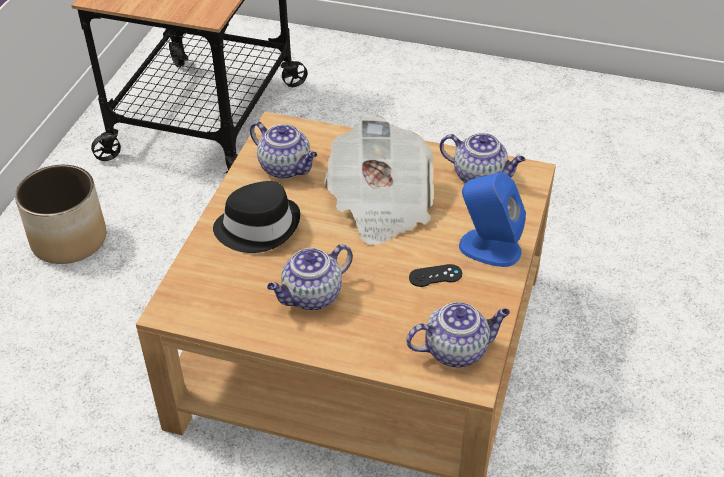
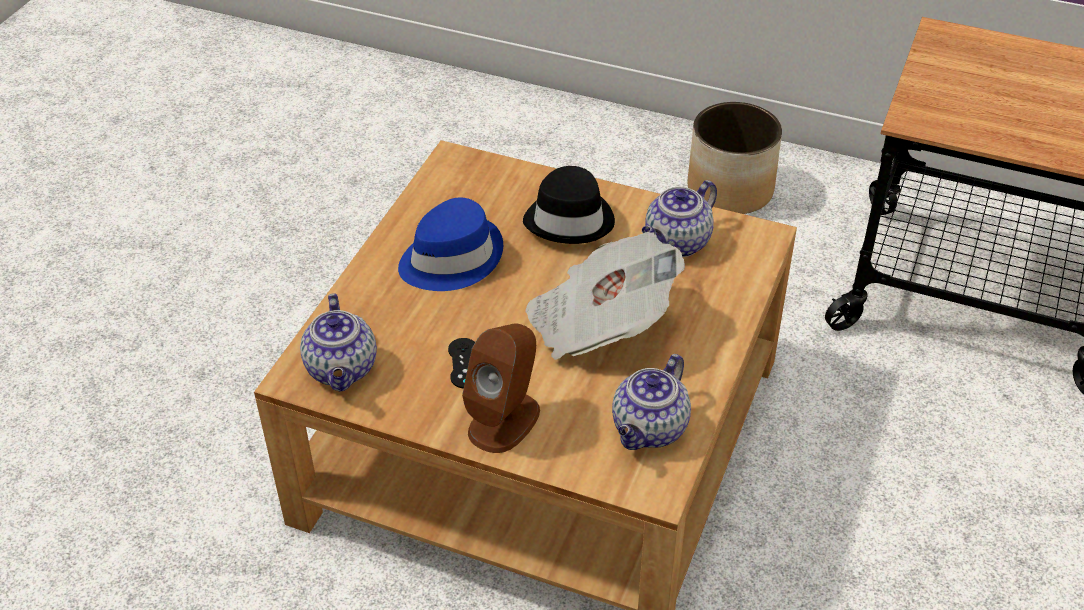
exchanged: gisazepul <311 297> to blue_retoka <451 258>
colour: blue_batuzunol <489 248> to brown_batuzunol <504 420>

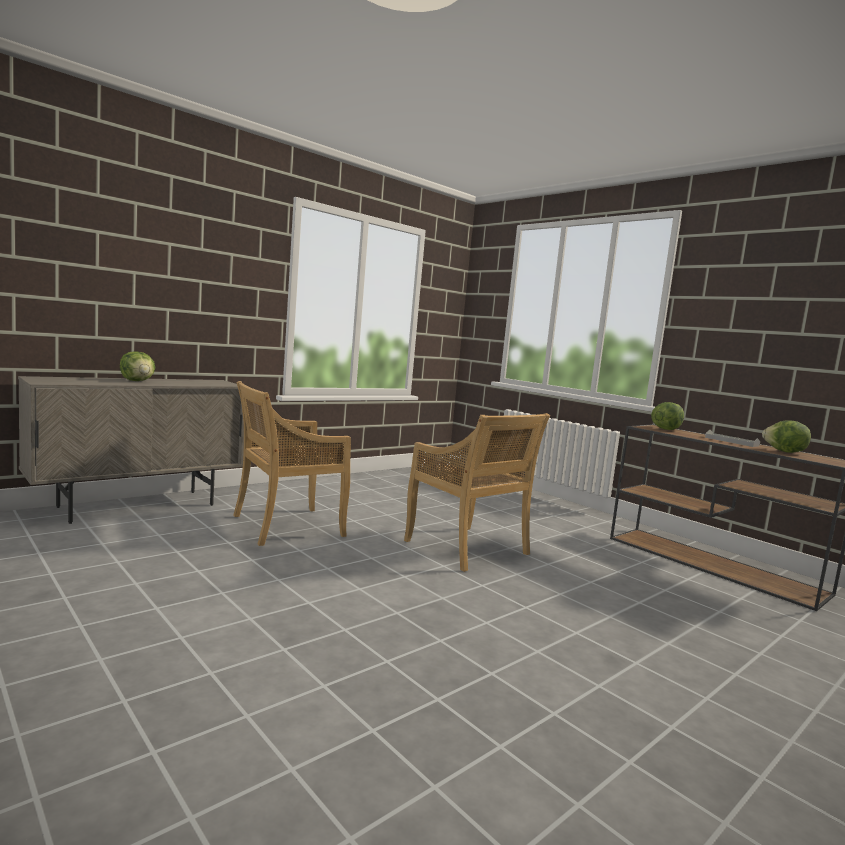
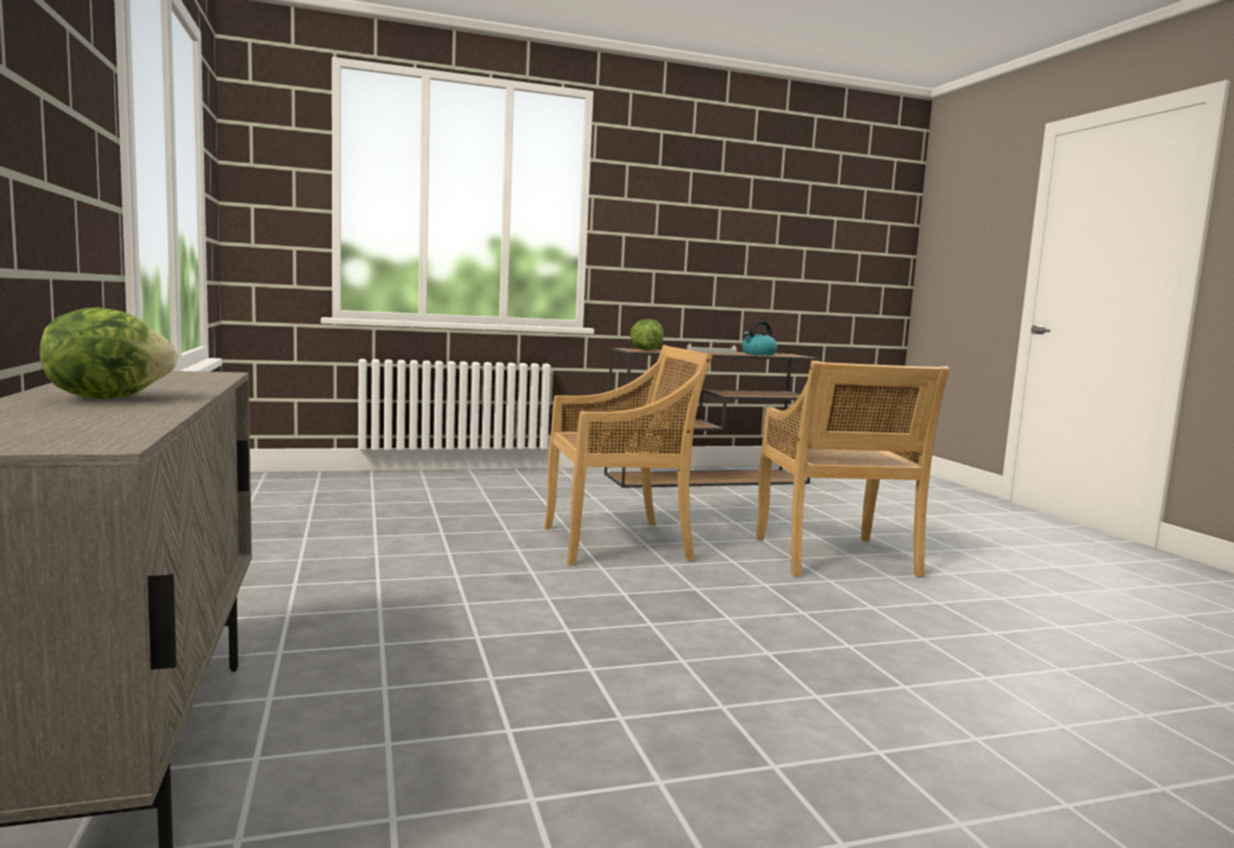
relocated: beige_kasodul <286 526> to <835 558>
exchanged: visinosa <785 452> to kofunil <758 354>

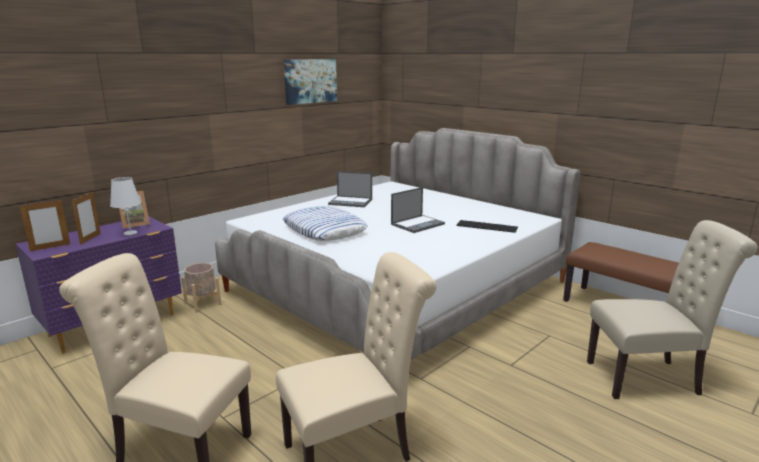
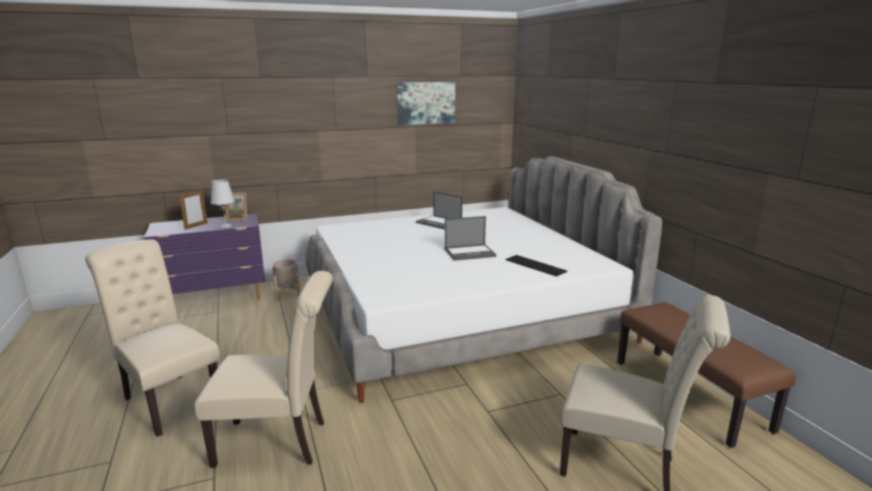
missing: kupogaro <50 247>; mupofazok <324 230>

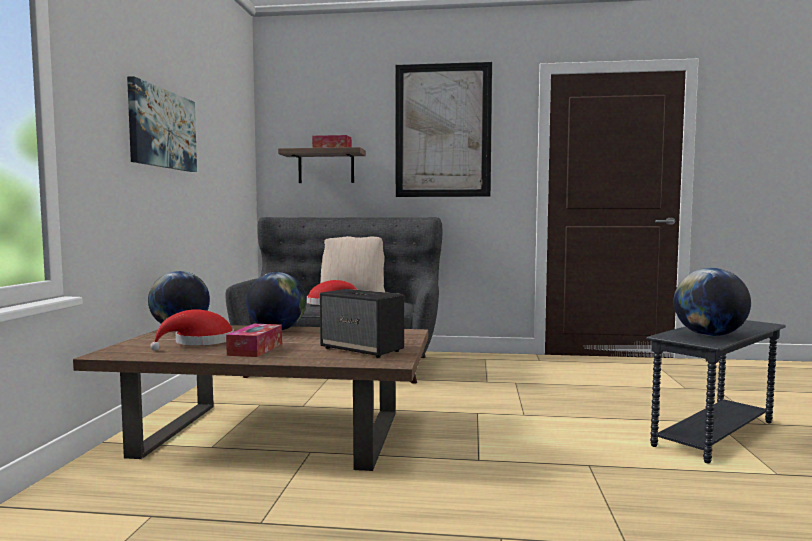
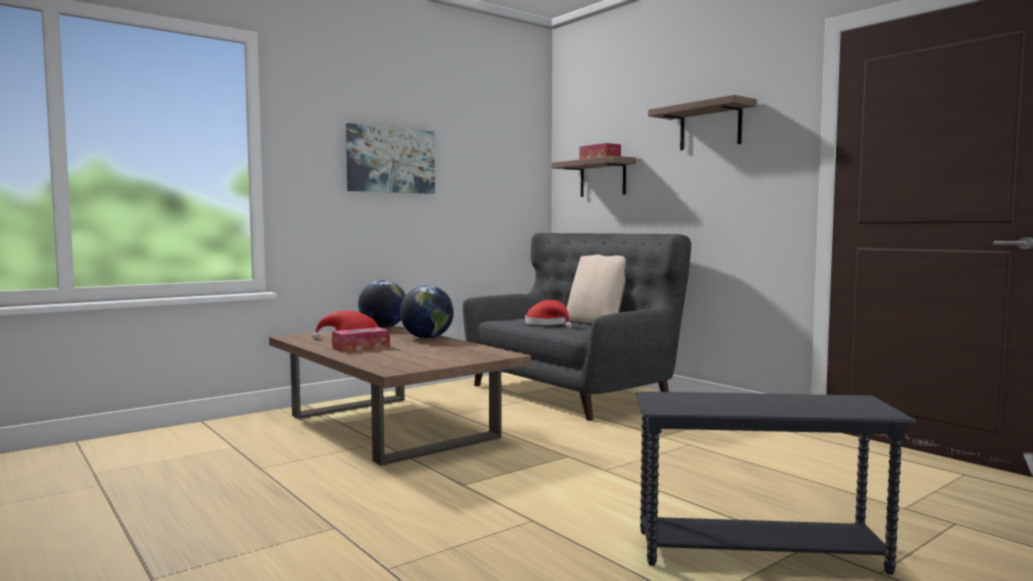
missing: batuzunol <362 349>; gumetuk <709 335>
exchanged: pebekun <443 130> to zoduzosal <710 126>

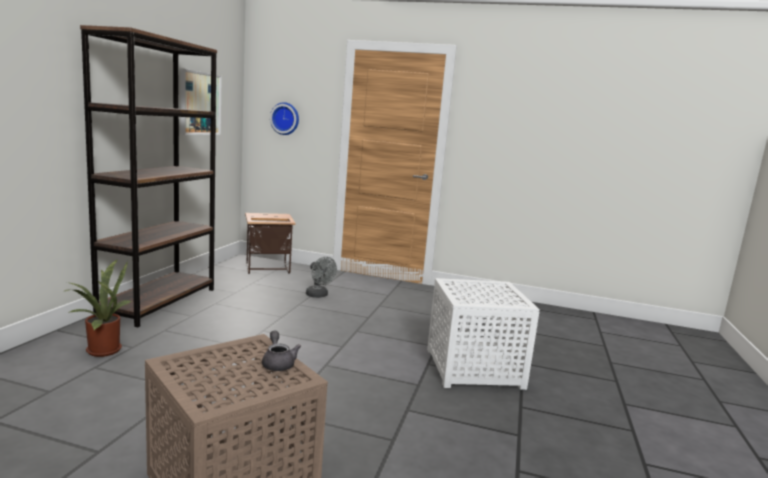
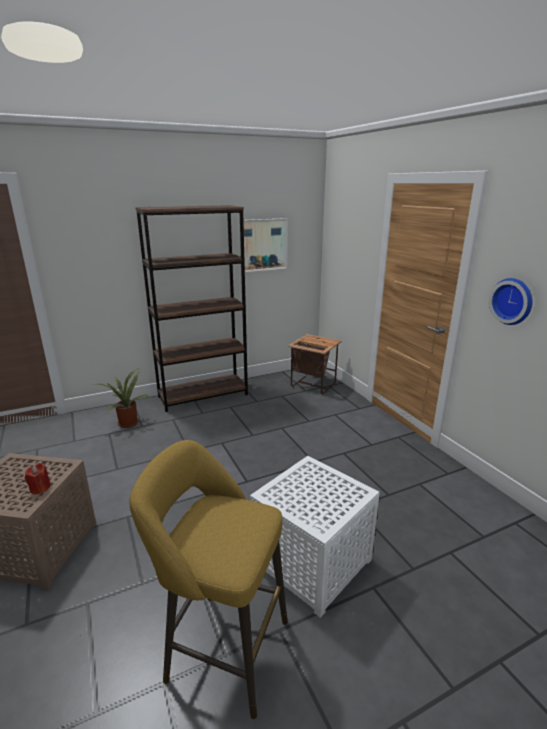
missing: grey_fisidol <319 295>
appeared: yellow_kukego <221 647>
relocated: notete <285 118> to <513 301>
exchanged: grey_gisazepul <278 363> to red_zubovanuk <40 488>

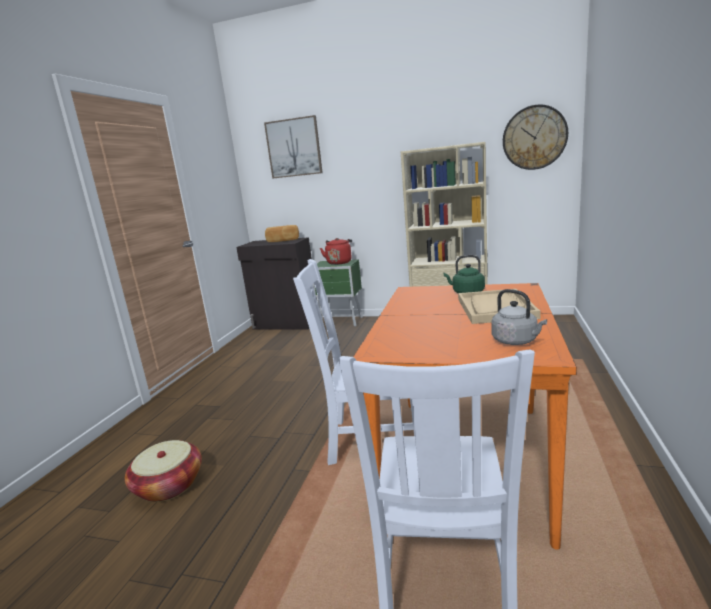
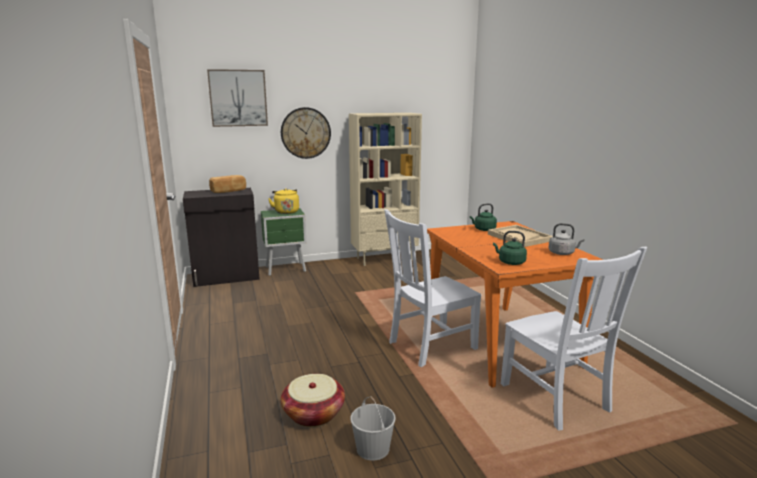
appeared: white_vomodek <372 448>; green_kofunil <510 262>
relocated: notete <534 138> to <305 133>
colour: red_kofunil <339 262> to yellow_kofunil <286 211>

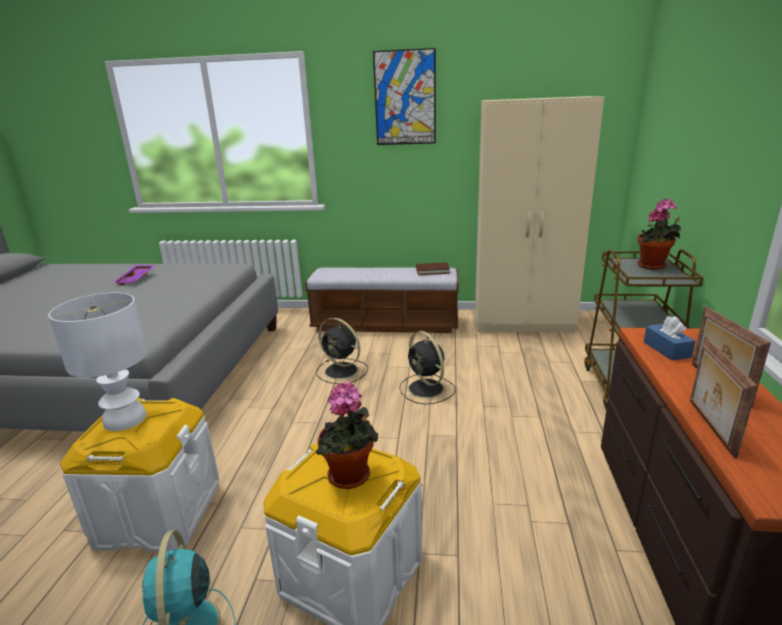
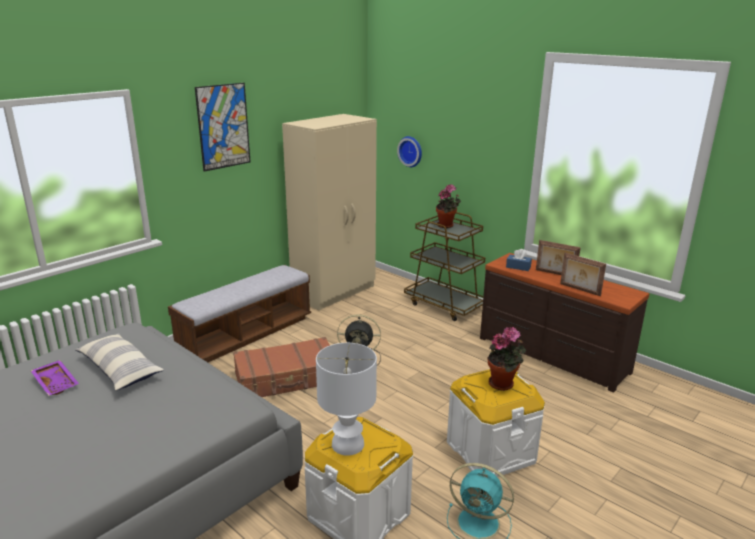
missing: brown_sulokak <432 271>
appeared: mupofazok <119 370>; notete <411 151>
exchanged: black_fisidol <342 371> to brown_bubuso <287 379>

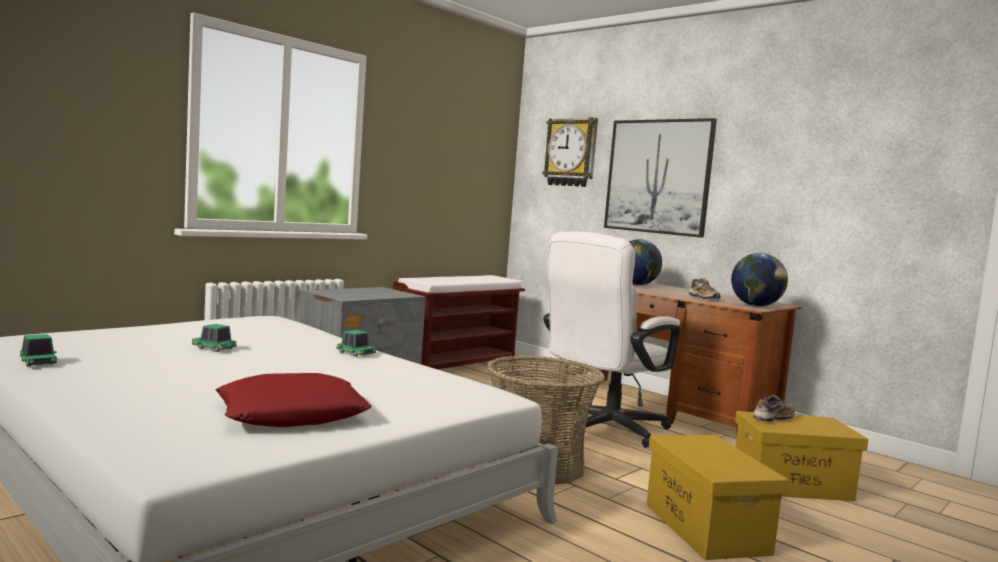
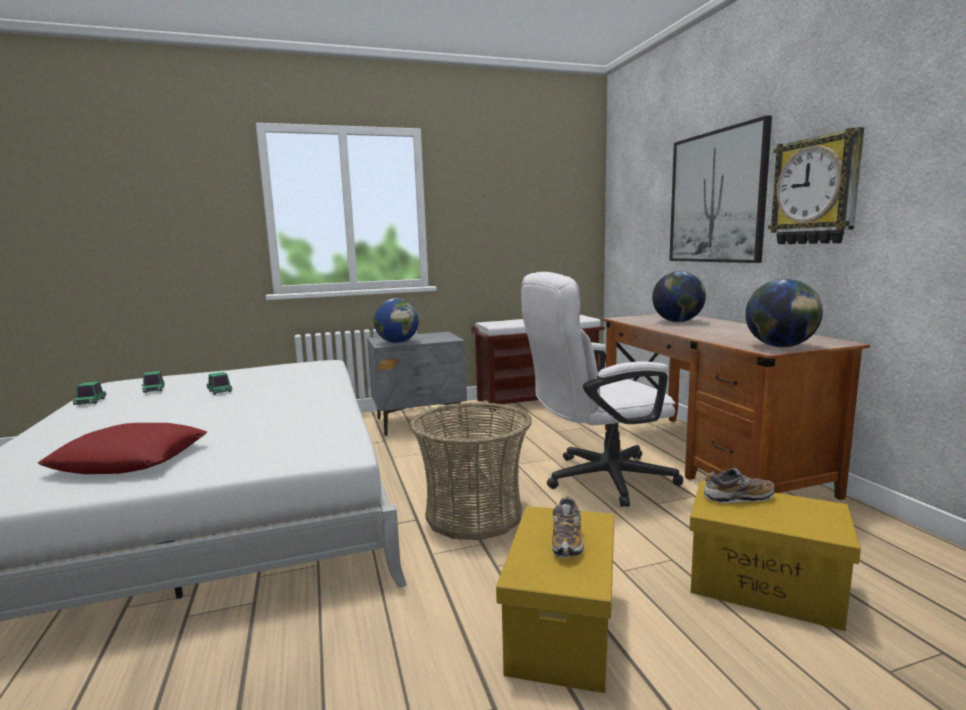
appeared: gumetuk <397 342>
relocated: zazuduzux <355 353> to <154 390>; notete <571 152> to <816 191>; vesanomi <703 298> to <567 542>

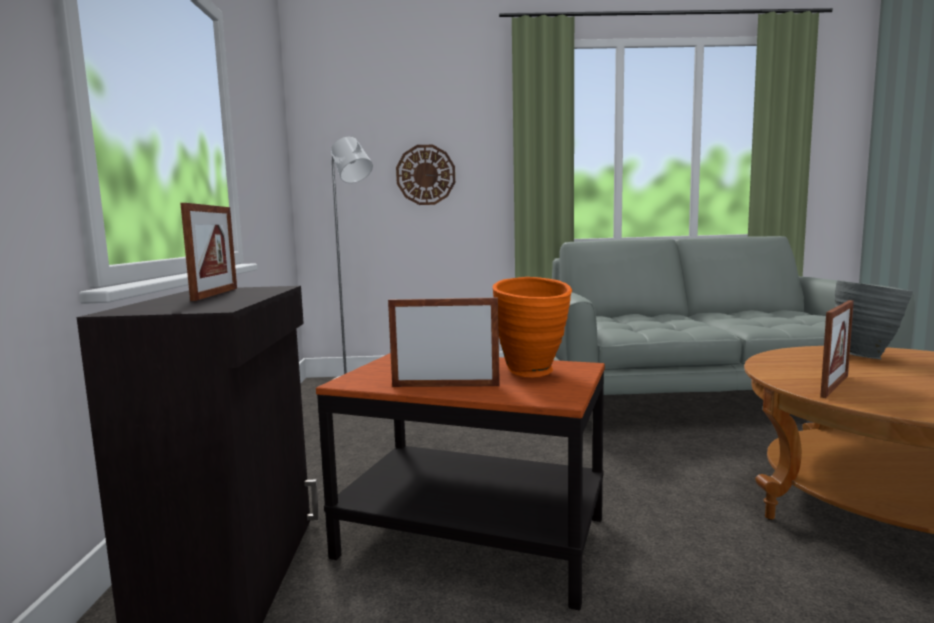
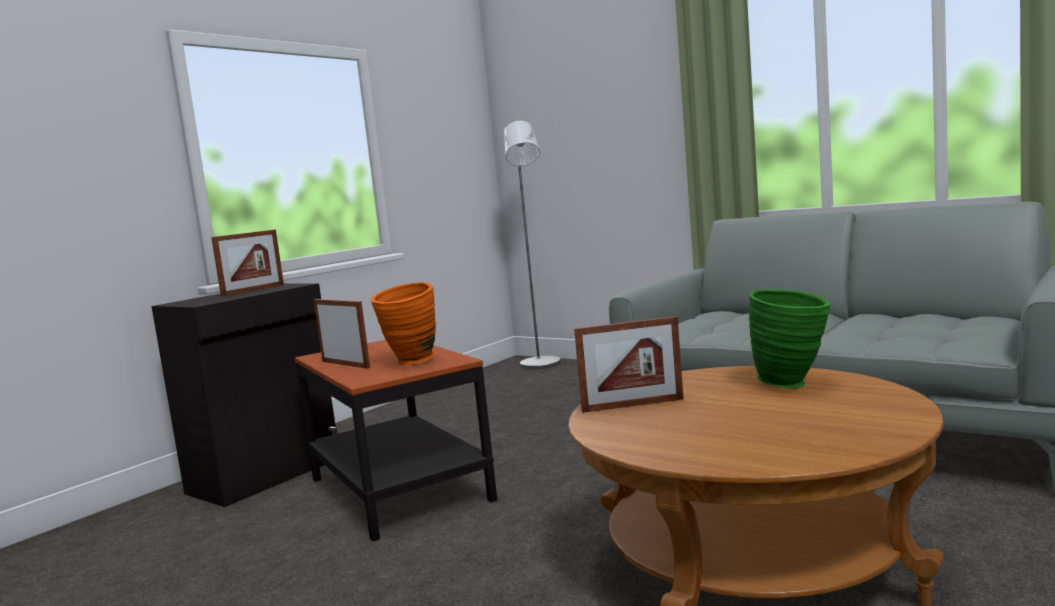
missing: notete <425 175>
colour: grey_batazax <867 357> to green_batazax <793 384>

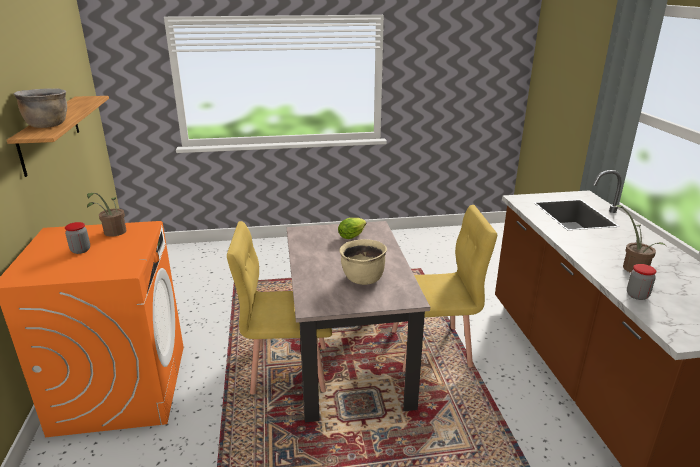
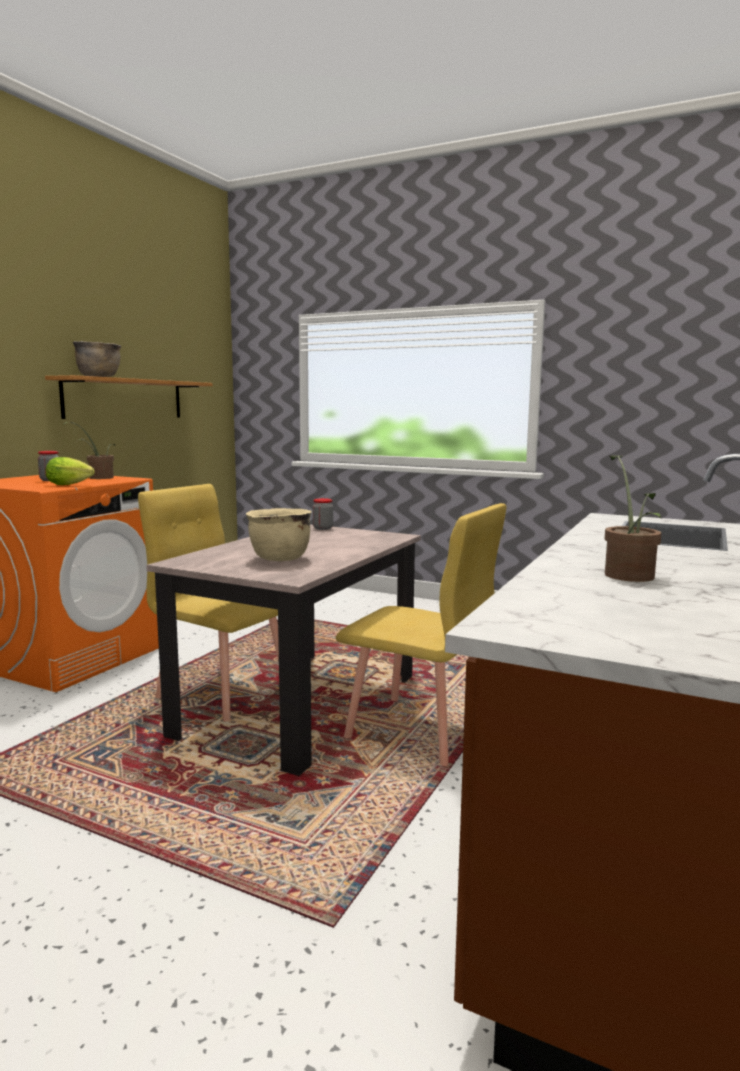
relocated: visinosa <353 236> to <71 485>; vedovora <637 295> to <323 528>

